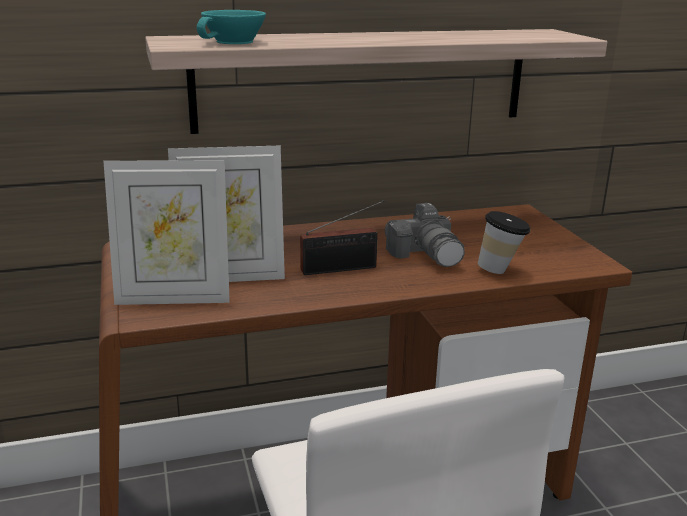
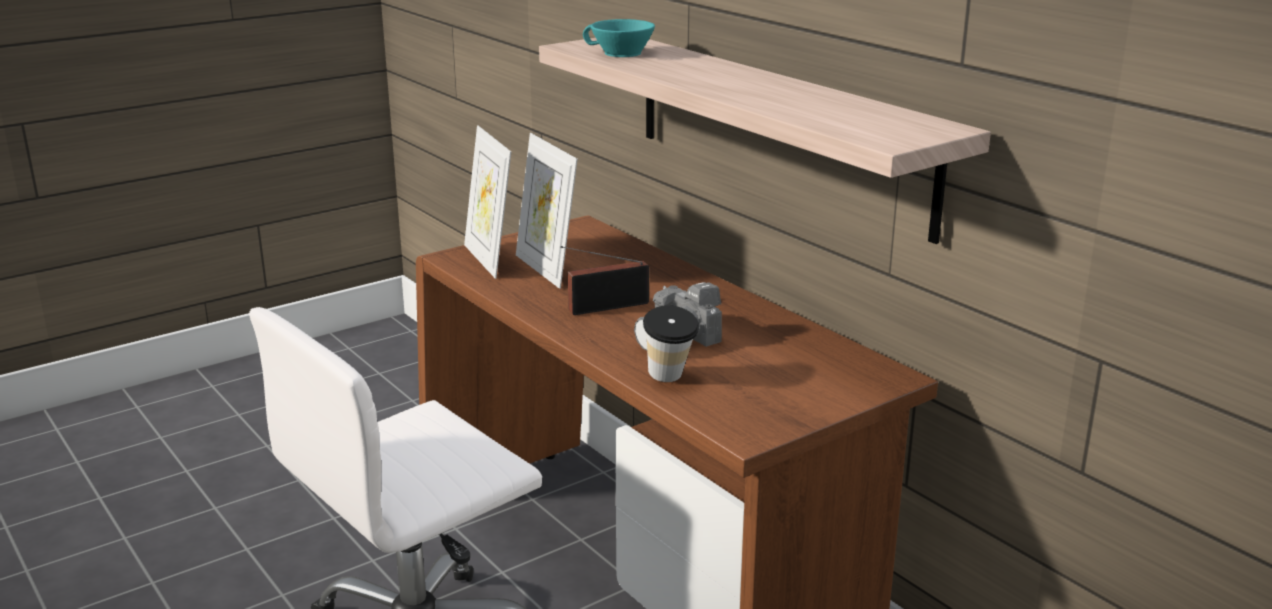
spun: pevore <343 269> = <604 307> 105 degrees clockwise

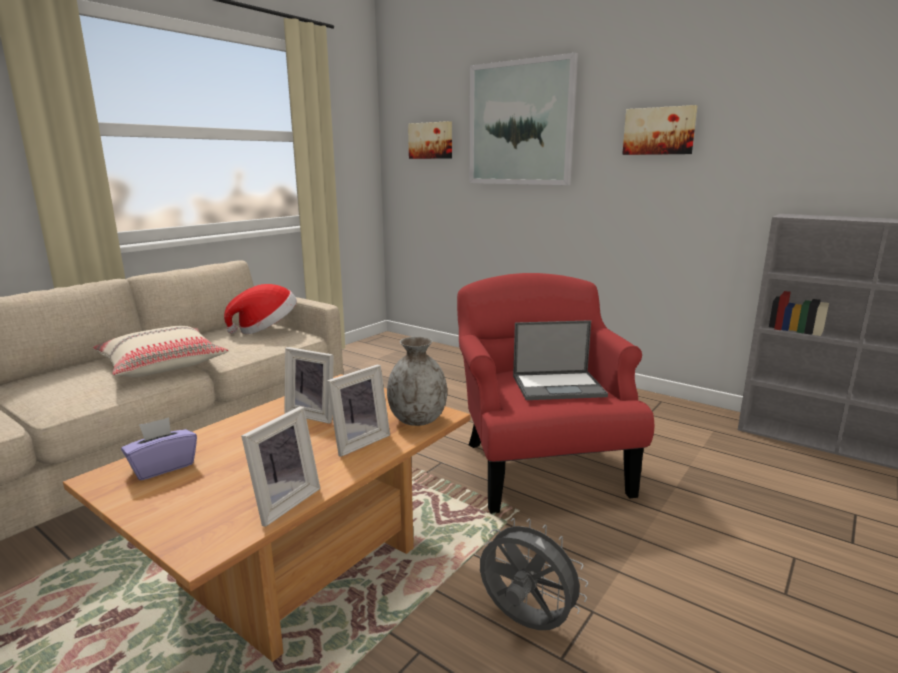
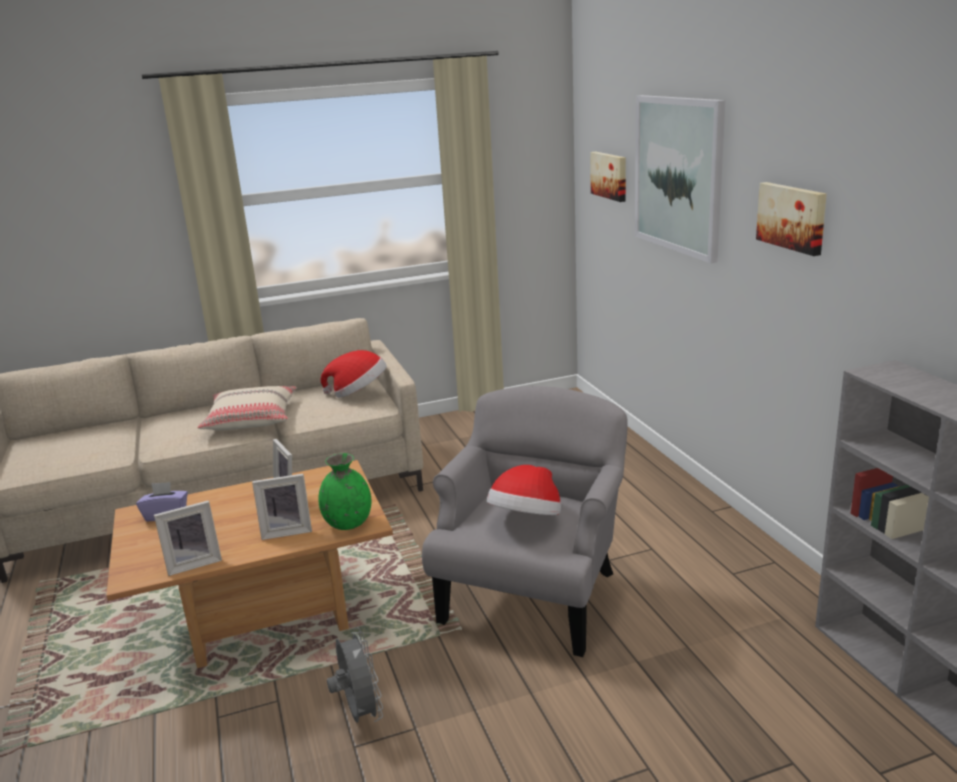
exchanged: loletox <559 386> to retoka <526 520>
colour: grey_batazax <417 420> to green_batazax <347 523>; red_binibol <540 466> to grey_binibol <533 595>

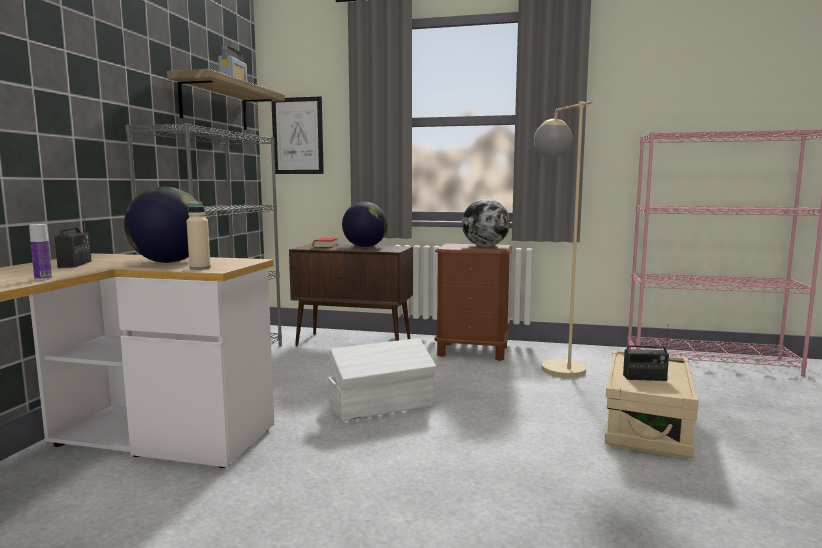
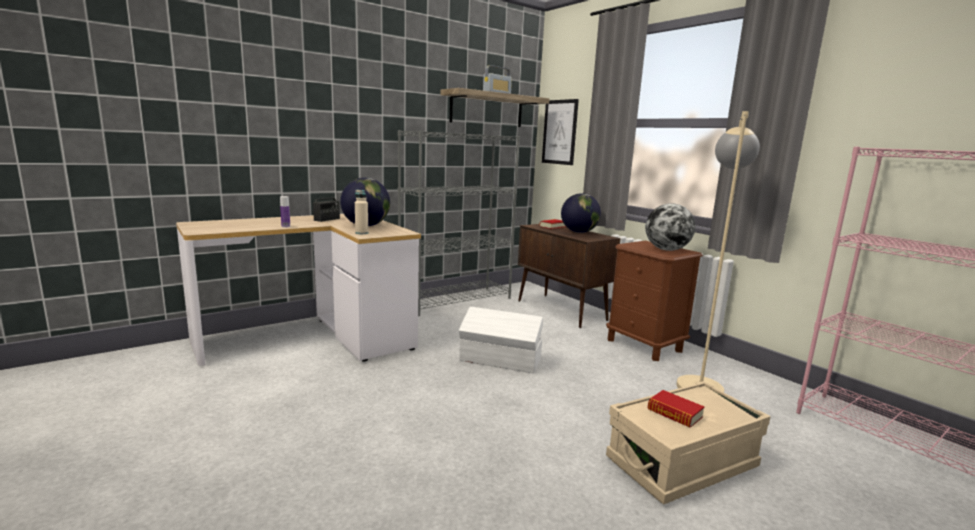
exchanged: pevore <644 378> to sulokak <674 413>

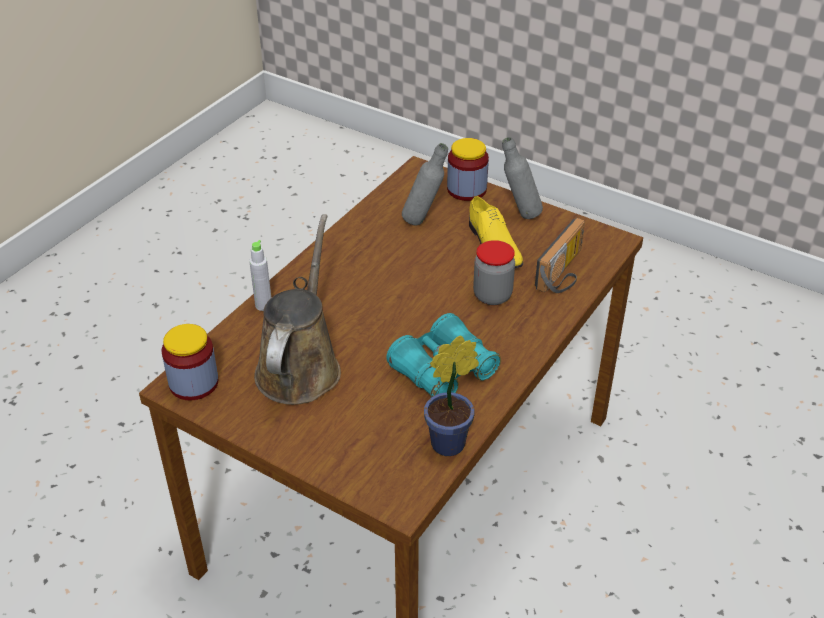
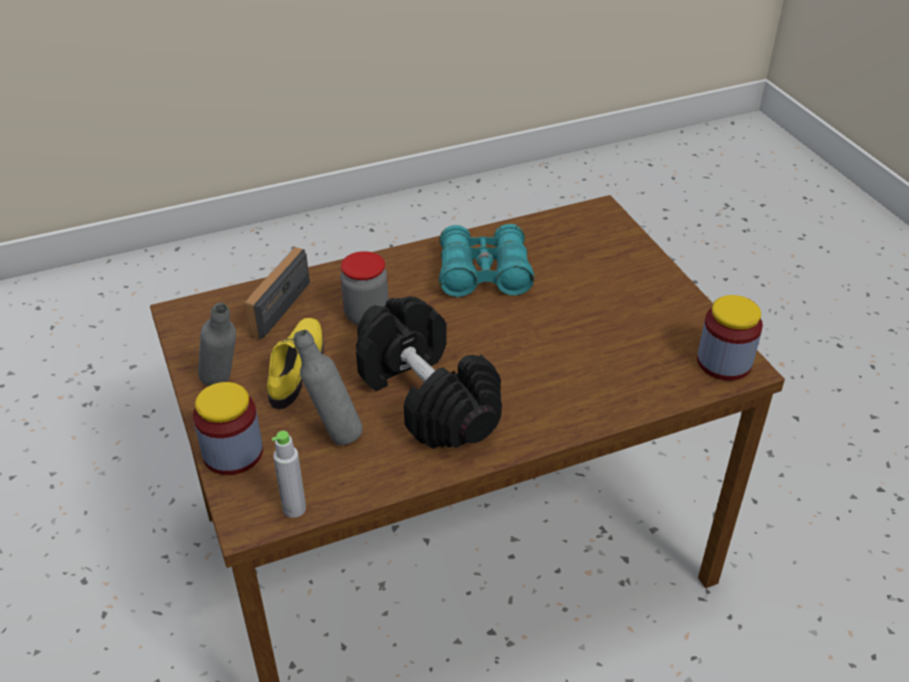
missing: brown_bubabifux <300 366>; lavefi <452 442>
appeared: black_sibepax <426 397>
relocated: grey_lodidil <263 305> to <294 508>
spun: pevore <564 273> = <274 304> 45 degrees counterclockwise

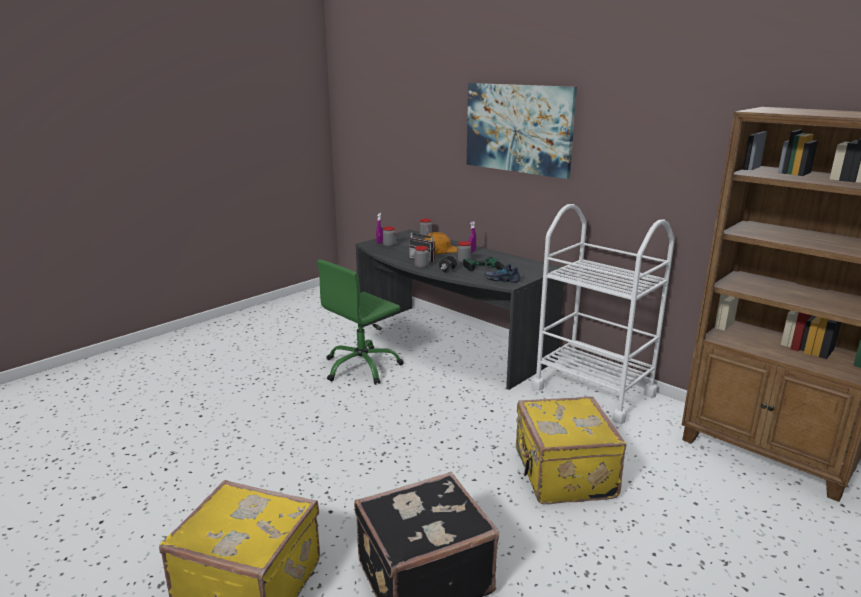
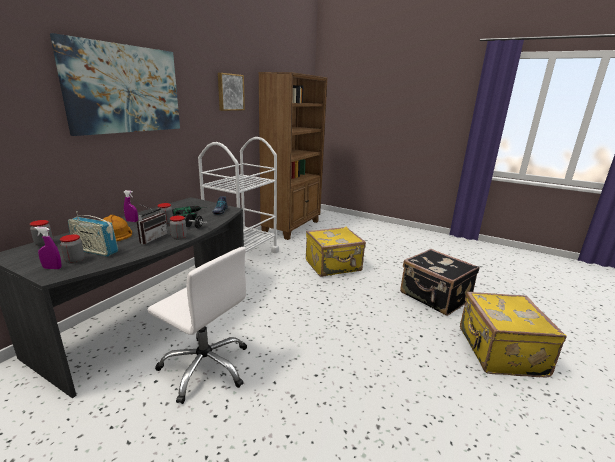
appeared: pevore <95 251>; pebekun <230 92>
colour: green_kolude <362 367> to white_kolude <206 367>

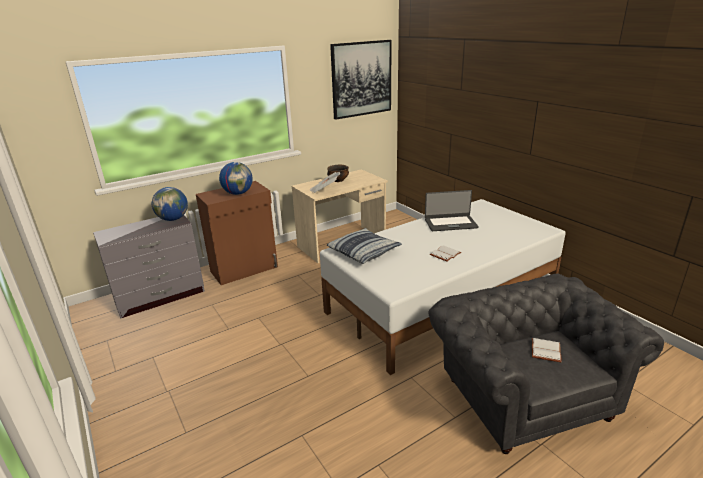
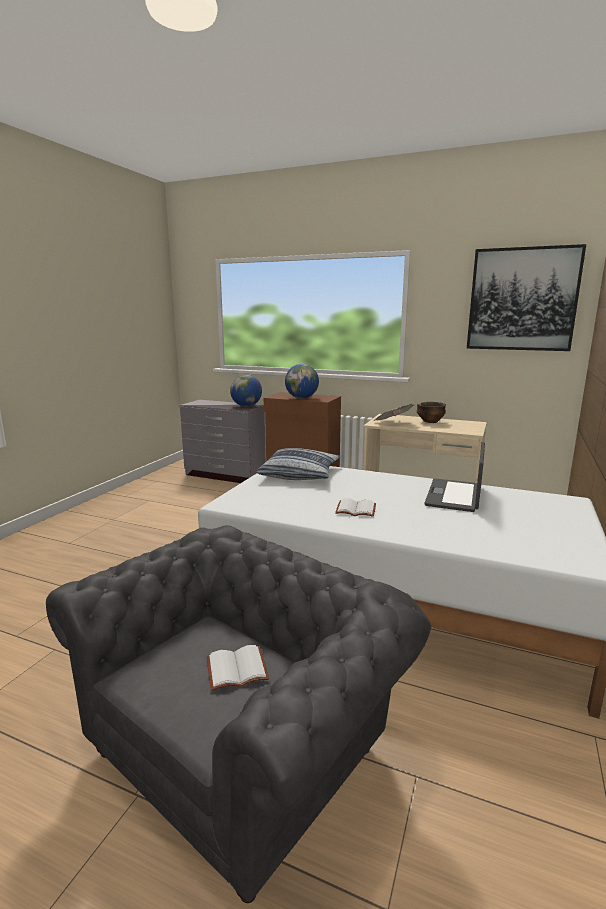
spun: loletox <450 223> = <455 495> 60 degrees clockwise

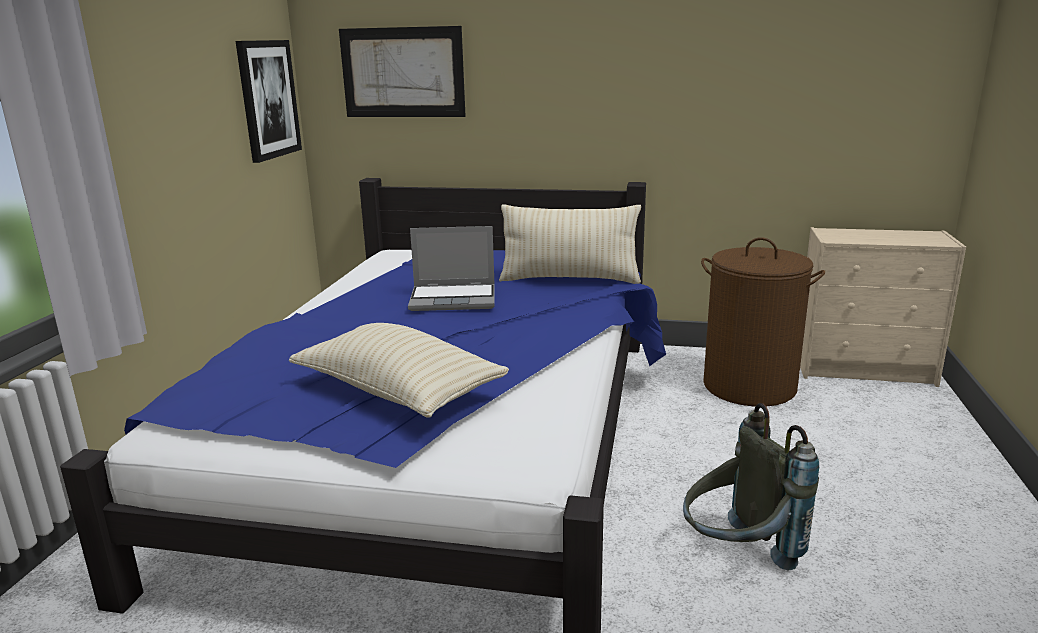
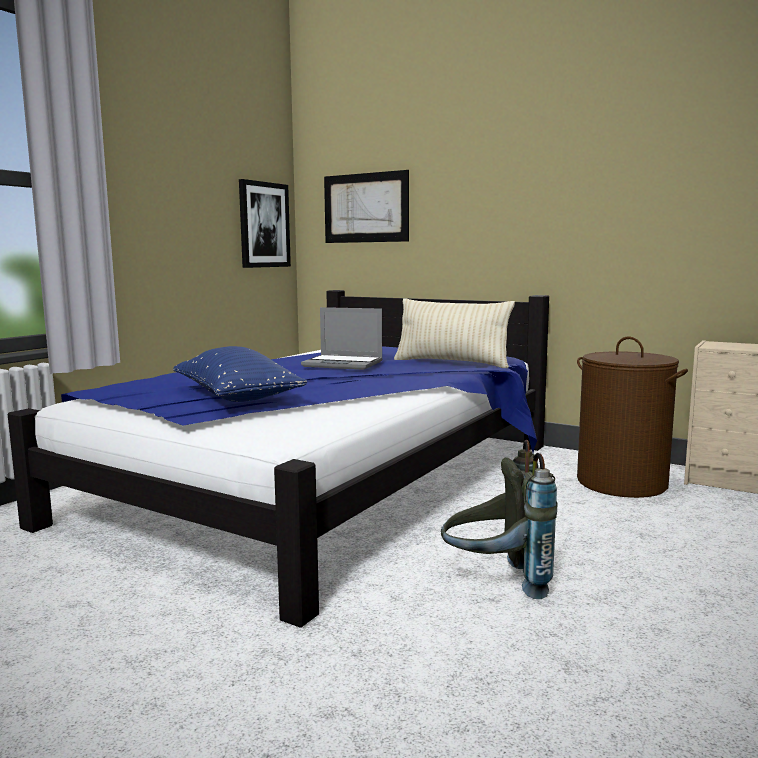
colour: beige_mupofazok <398 392> to blue_mupofazok <236 398>

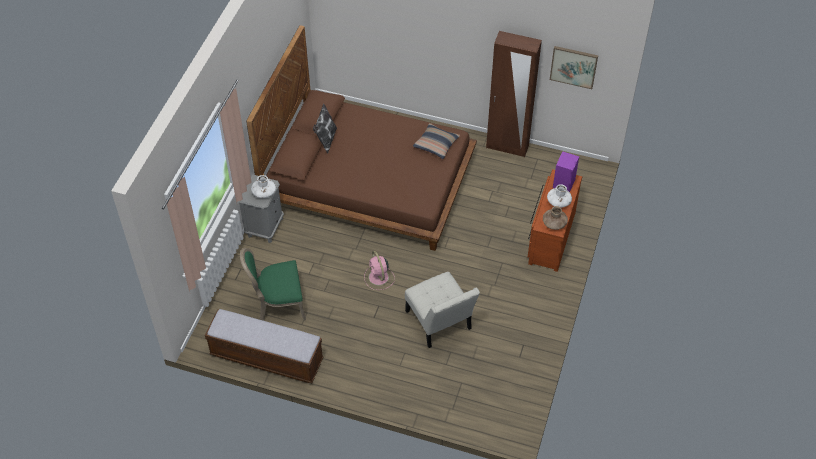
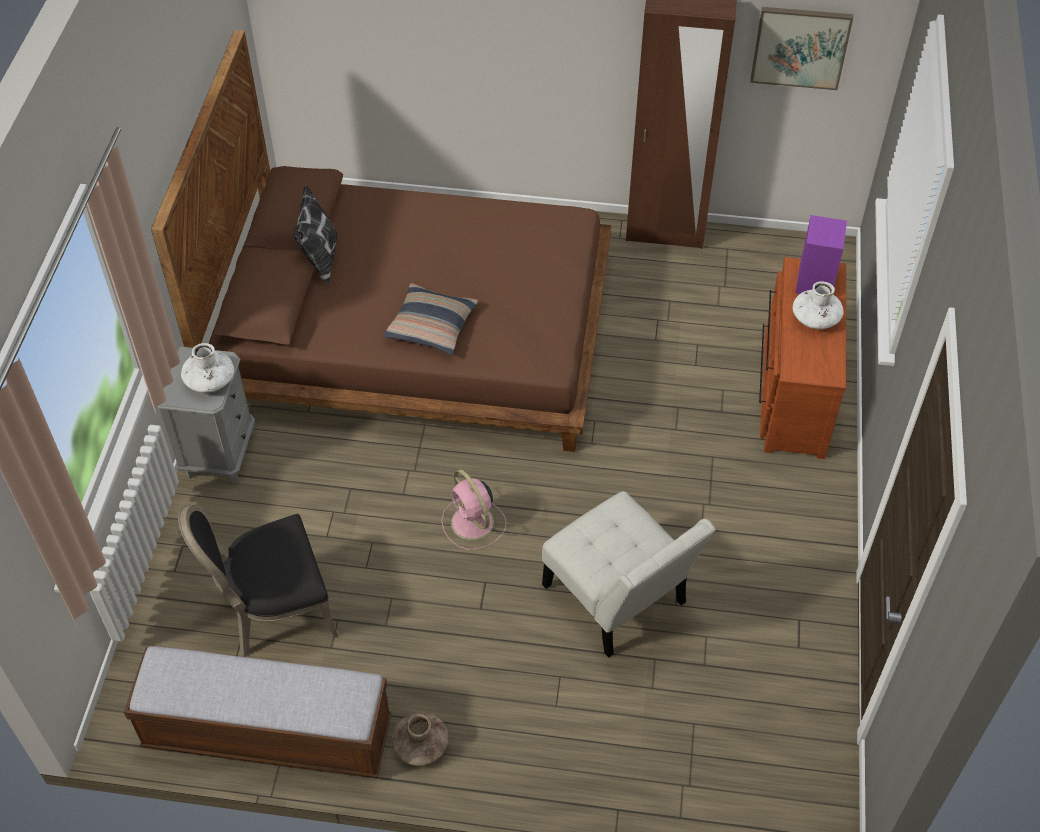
relocated: mupofazok <436 144> to <431 326>; brown_batazax <554 223> to <421 745>
colour: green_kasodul <278 304> to black_kasodul <274 611>

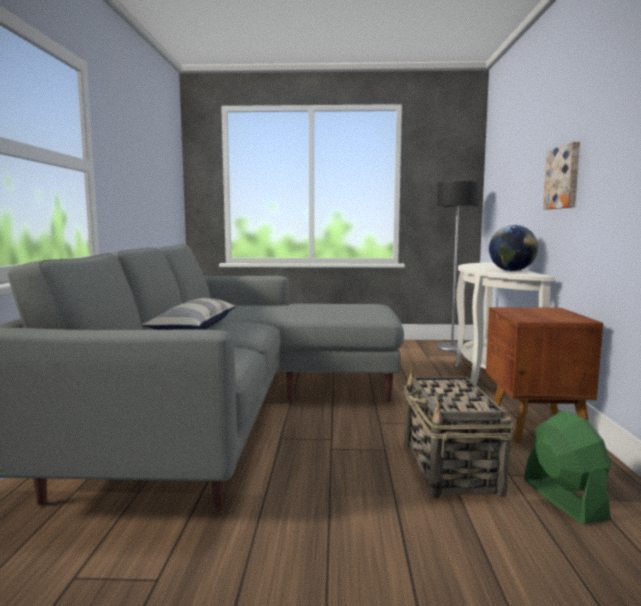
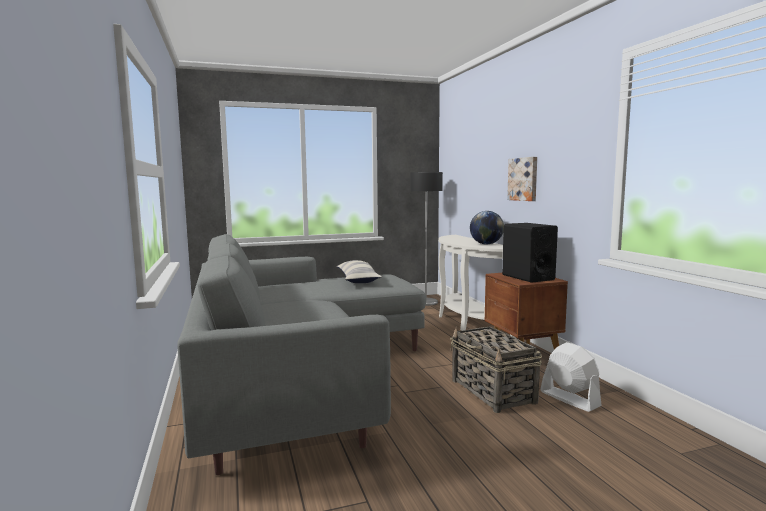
appeared: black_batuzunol <527 277>
relocated: mupofazok <195 328> to <357 280>
colour: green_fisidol <563 499> to white_fisidol <569 399>

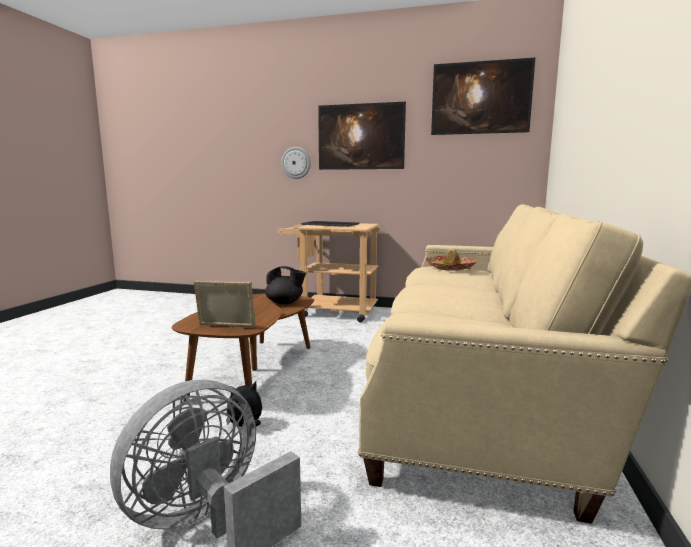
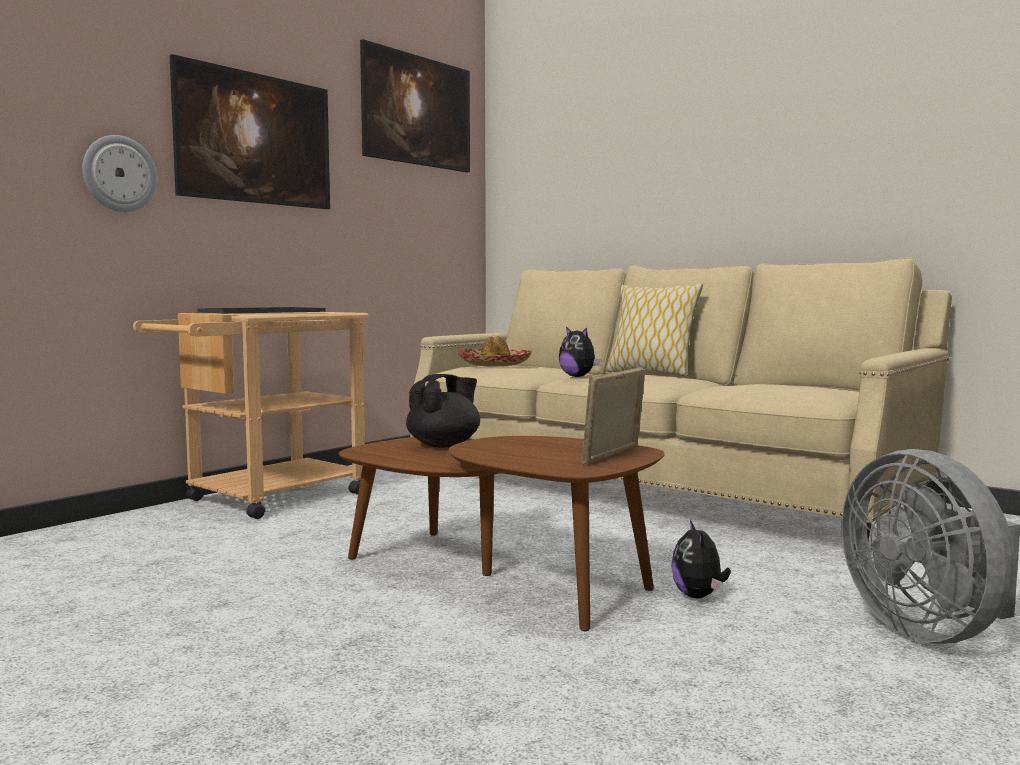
appeared: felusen <578 376>; mupofazok <650 373>

